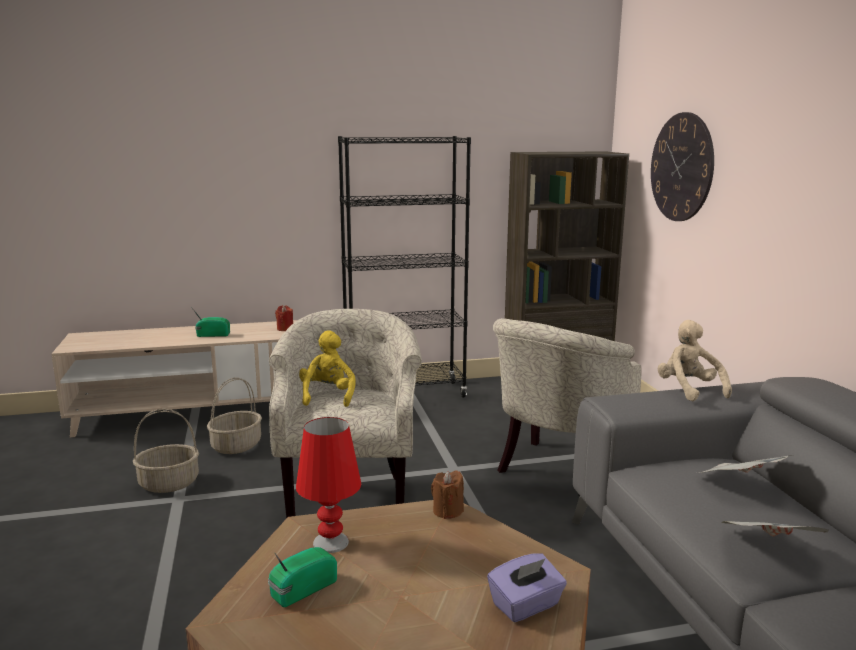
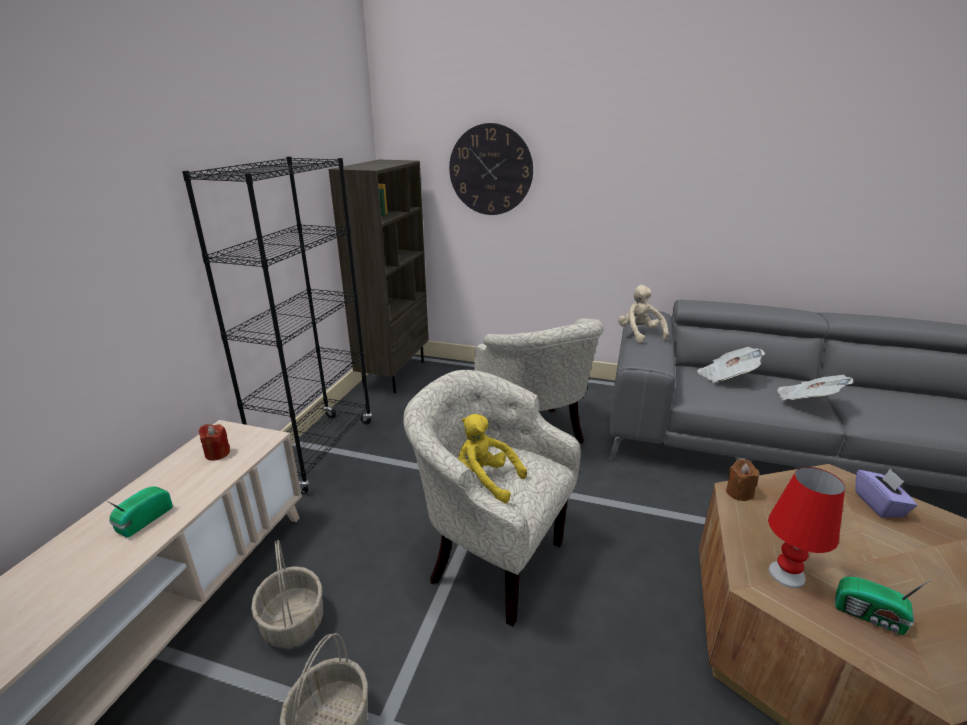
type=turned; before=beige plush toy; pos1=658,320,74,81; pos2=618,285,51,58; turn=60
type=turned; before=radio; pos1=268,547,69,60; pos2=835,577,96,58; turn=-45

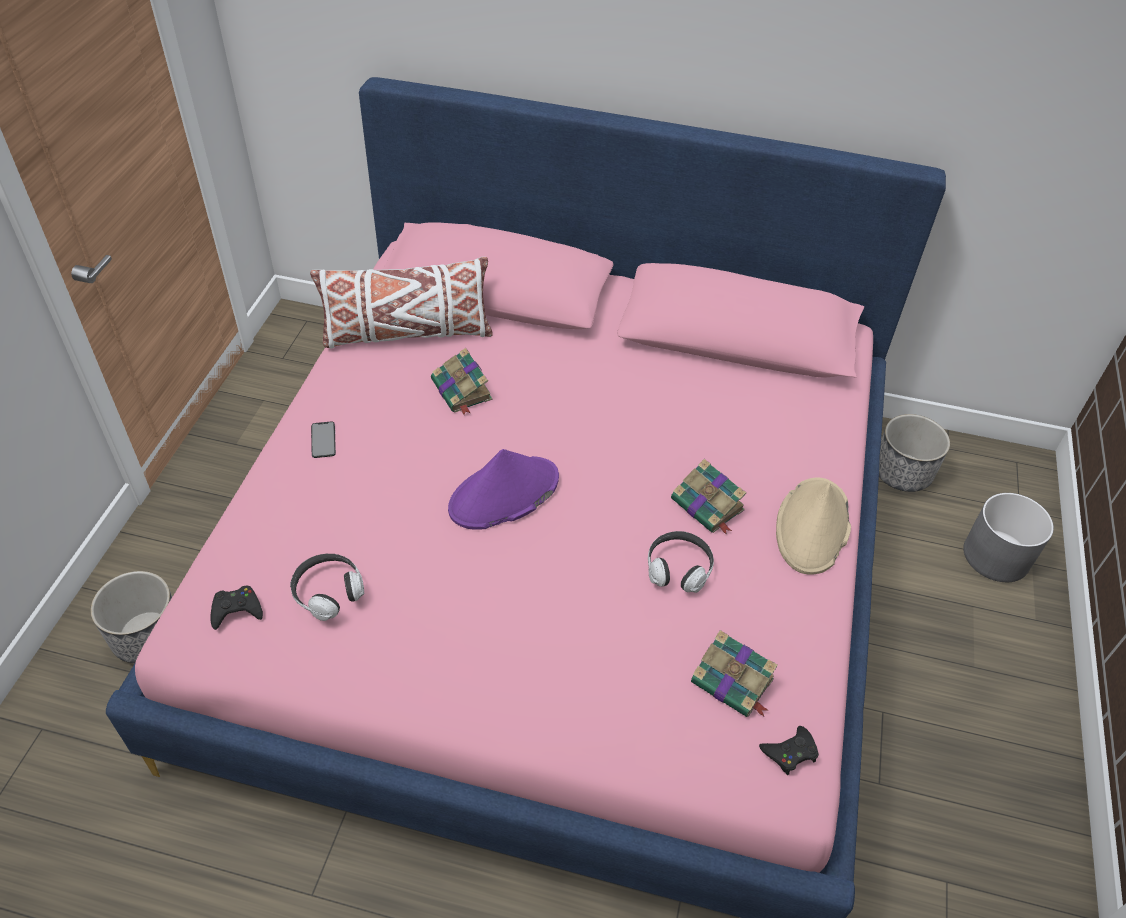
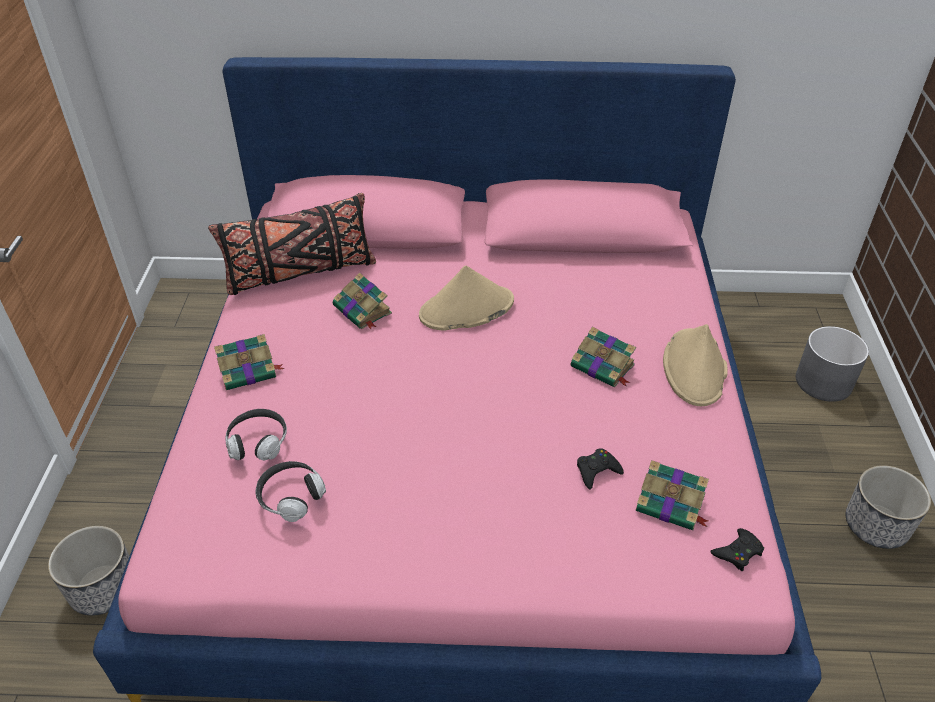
type=recoloured; before=white pillow; after=black pillow; pos1=310,257,183,92; pos2=208,193,168,102
type=moved; before=planter; pos1=879,414,71,78; pos2=846,465,85,84
type=replaced; before=phone; after=book; pos1=311,421,25,37; pos2=214,334,71,56
type=removed; before=purple hat; pos1=448,449,111,81
type=moved; before=headphones; pos1=648,531,66,62; pos2=226,409,61,51
type=moved; before=black game controller; pos1=211,586,52,44; pos2=577,449,47,41
type=added; after=beige hat; pos2=419,266,95,65

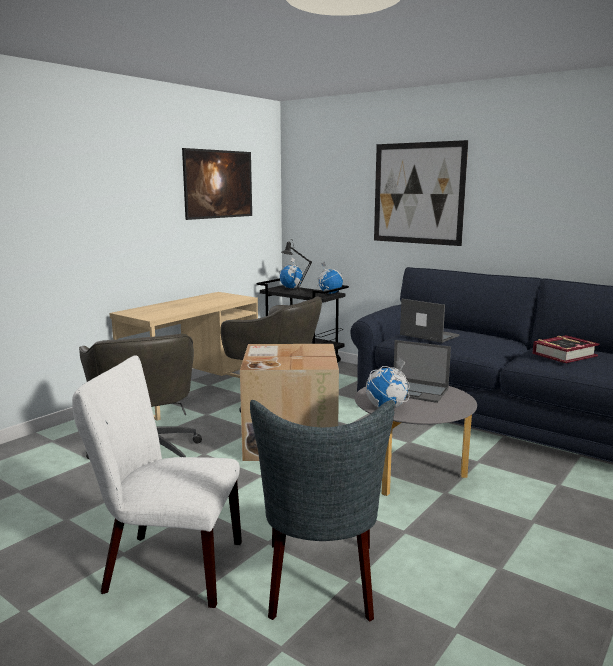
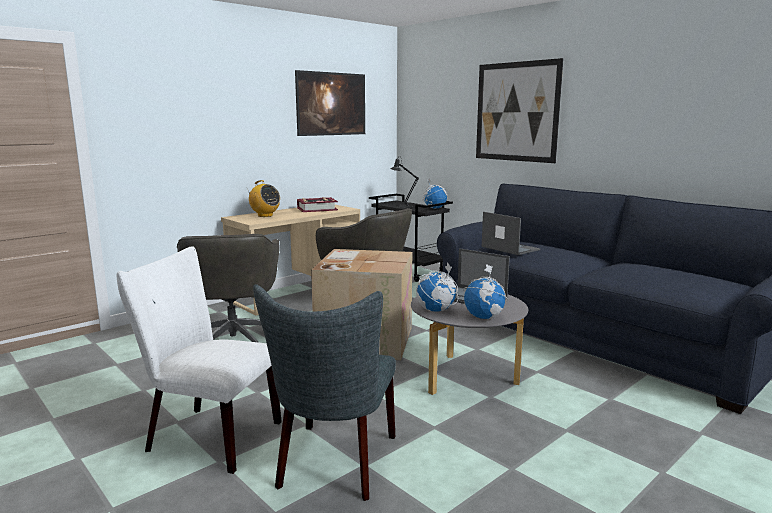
type=moved; before=globe; pos1=279,257,24,32; pos2=463,264,45,56
type=moved; before=book; pos1=533,335,66,28; pos2=297,197,41,15
type=added; after=radio; pos2=247,180,33,37

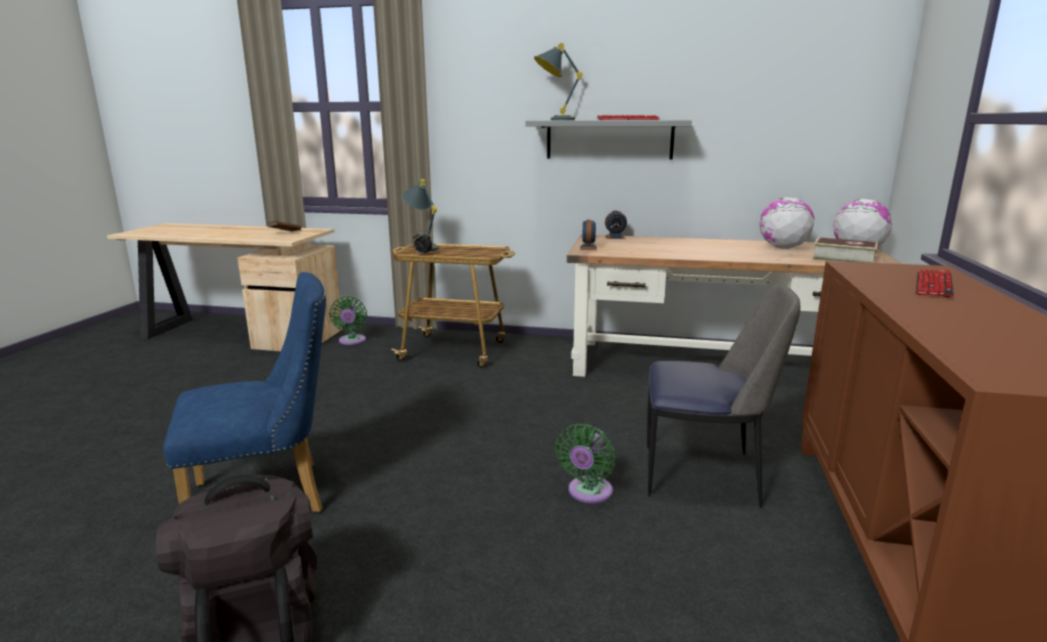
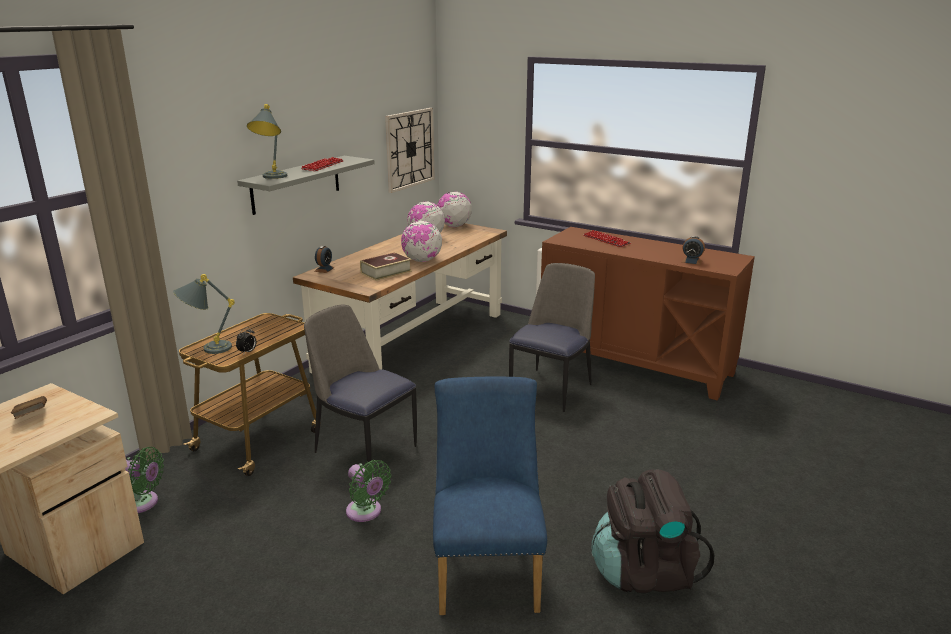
type=moved; before=alarm clock; pos1=580,219,17,31; pos2=681,236,24,29
type=moved; before=book; pos1=812,237,66,26; pos2=360,252,52,29
type=moved; before=green fan; pos1=555,424,61,79; pos2=346,460,46,62
type=added; after=wall clock; pos2=385,108,50,85
type=added; after=globe; pos2=401,221,41,41
type=added; after=chair; pos2=304,305,113,160

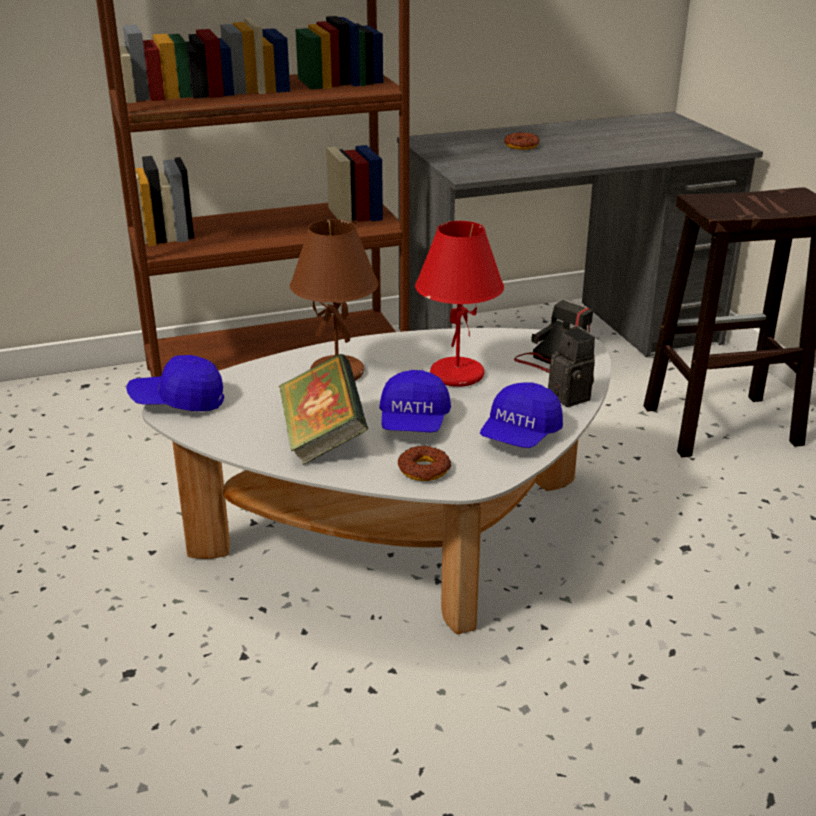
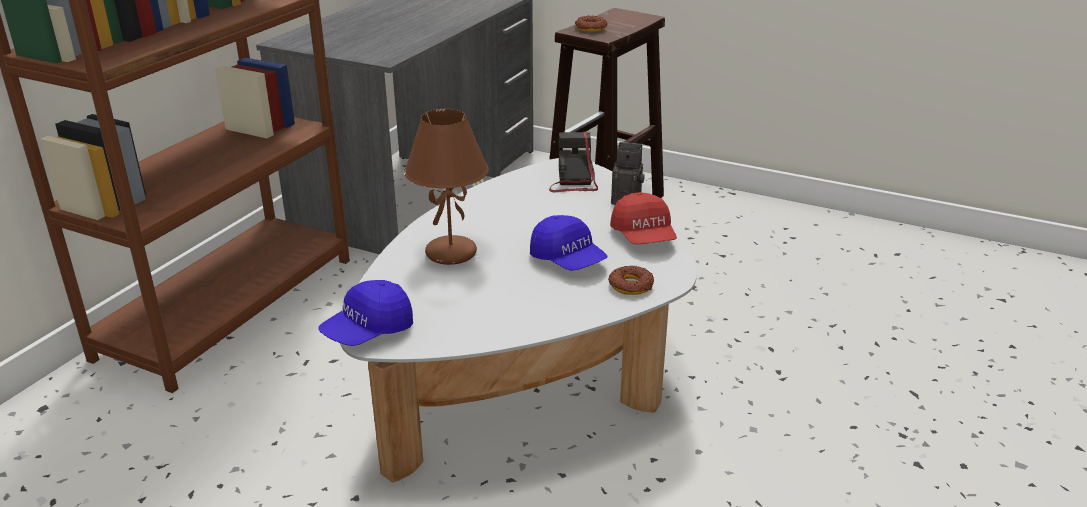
type=moved; before=donut; pos1=504,132,36,18; pos2=575,16,33,16
type=removed; before=red table lamp; pos1=415,221,89,166
type=removed; before=book; pos1=278,354,90,111
type=recoloured; before=blue cap; after=red cap; pos1=480,382,83,66; pos2=610,192,67,52

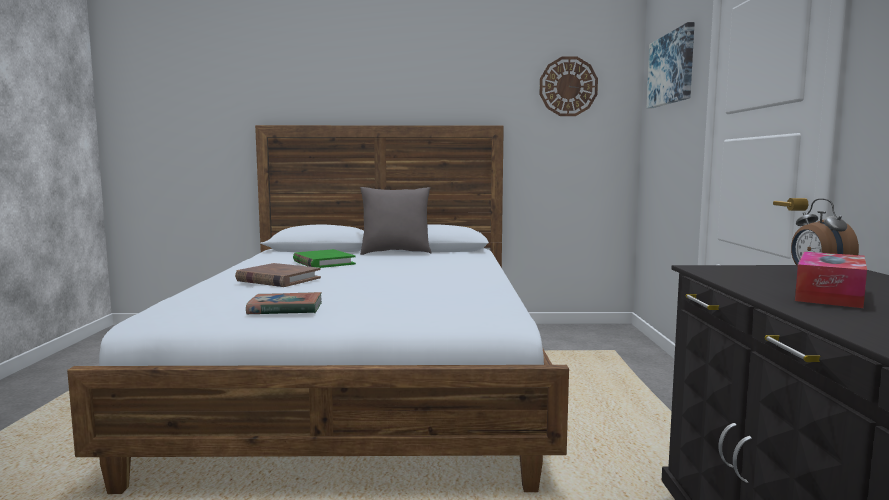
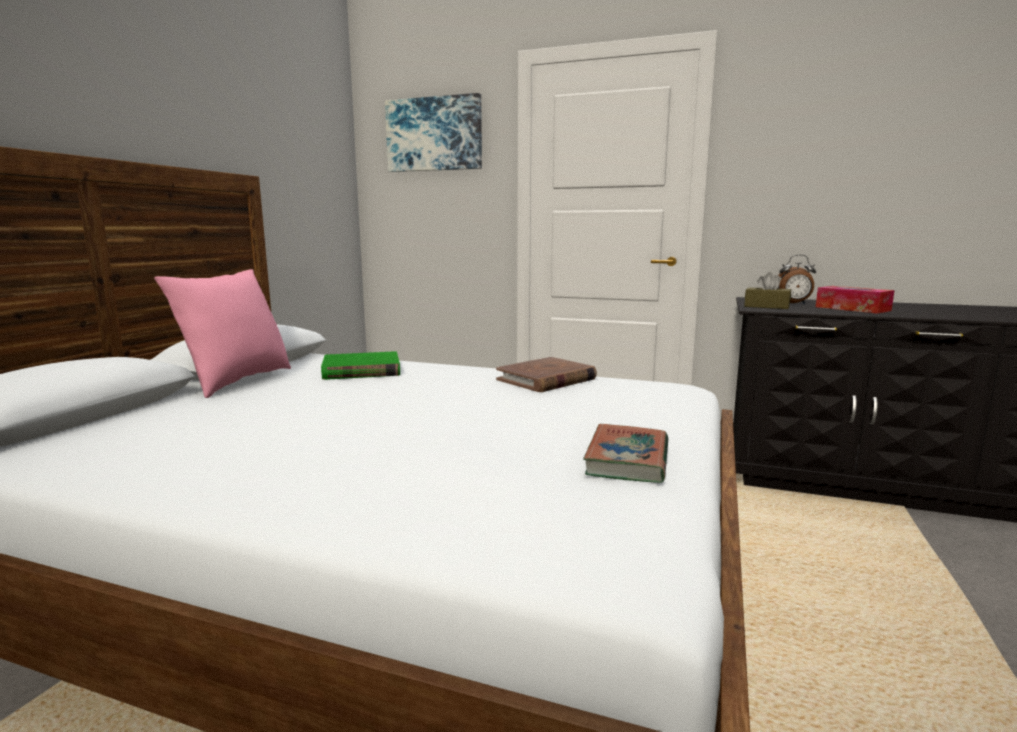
type=removed; before=wall clock; pos1=540,57,58,59
type=recoloured; before=grey pillow; after=pink pillow; pos1=360,187,71,68; pos2=154,269,137,129
type=moved; before=green book; pos1=293,249,63,19; pos2=321,351,79,29
type=moved; before=brown book; pos1=235,263,86,24; pos2=496,357,101,35
type=added; after=brown tissue box; pos2=744,272,47,37

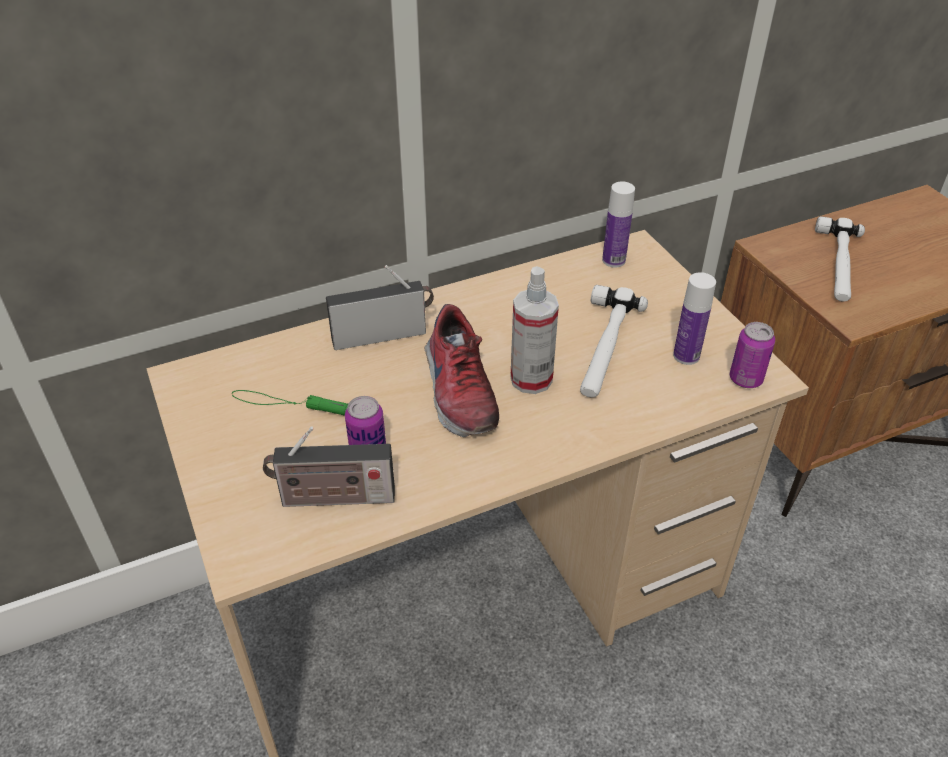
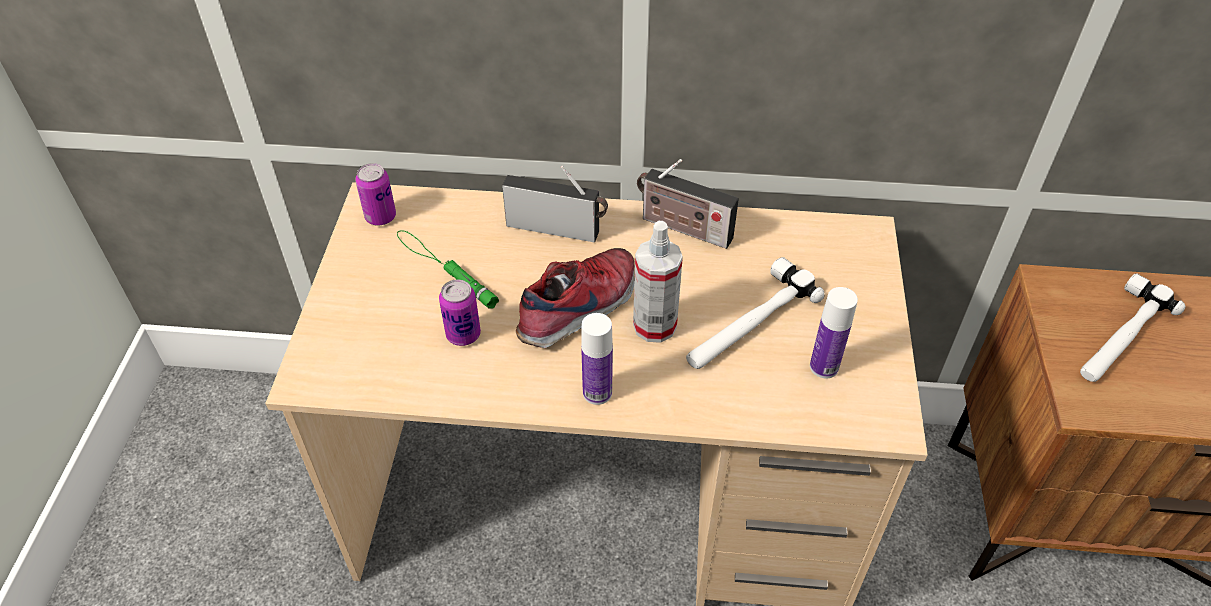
type=moved; before=bottle; pos1=602,181,33,87; pos2=581,313,32,92
type=turned; before=shoe; pos1=425,304,74,133; pos2=516,248,118,100; turn=-150
type=moved; before=can; pos1=730,322,45,66; pos2=355,163,41,63
type=moved; before=radio; pos1=263,426,132,81; pos2=637,159,102,90

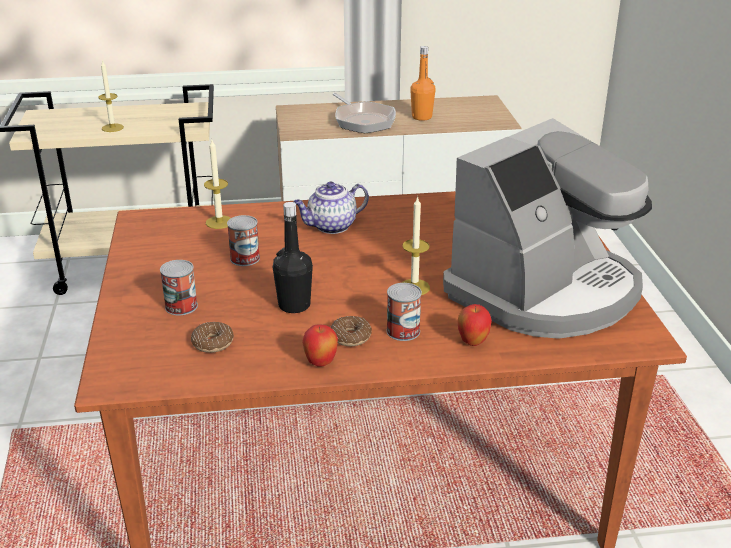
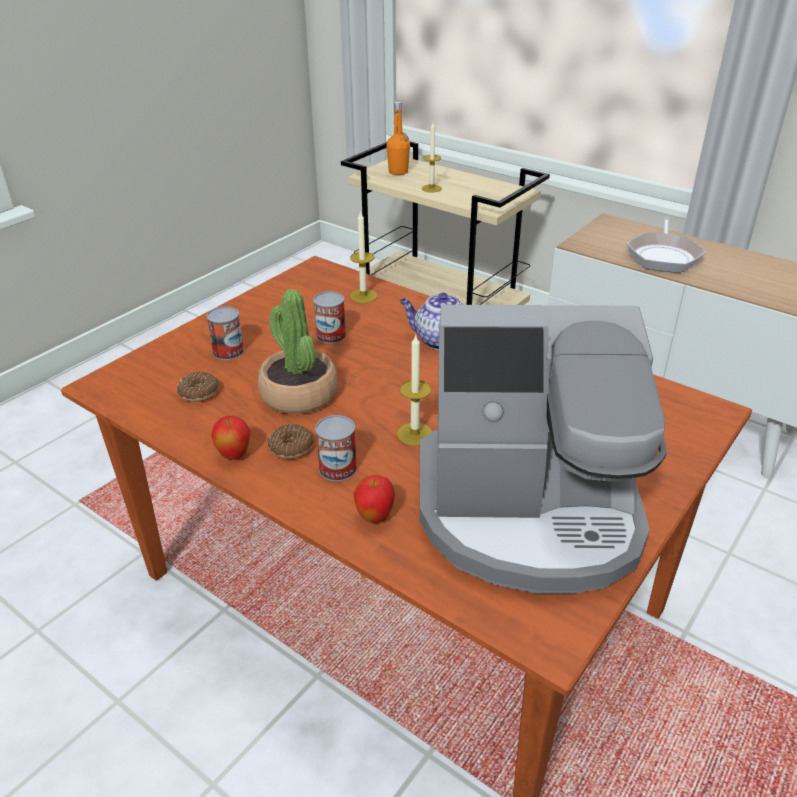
type=moved; before=orange bottle; pos1=410,46,25,75; pos2=386,102,24,73
type=replaced; before=black bottle; after=potted plant; pos1=273,202,40,111; pos2=258,289,80,125

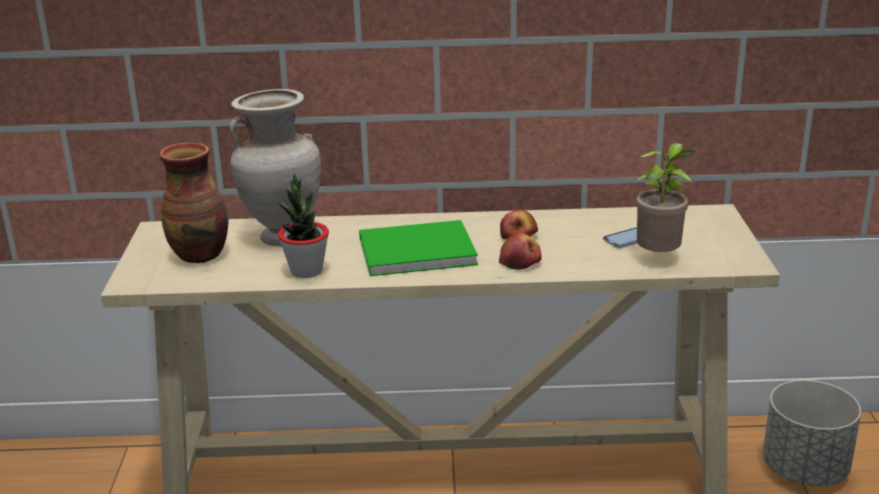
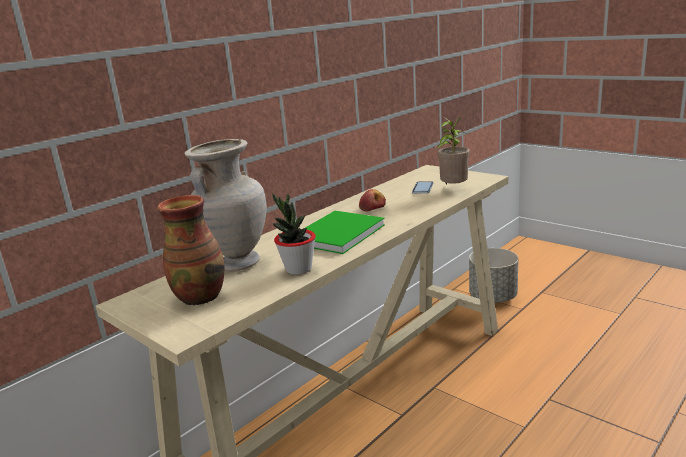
type=removed; before=apple; pos1=499,234,43,36

